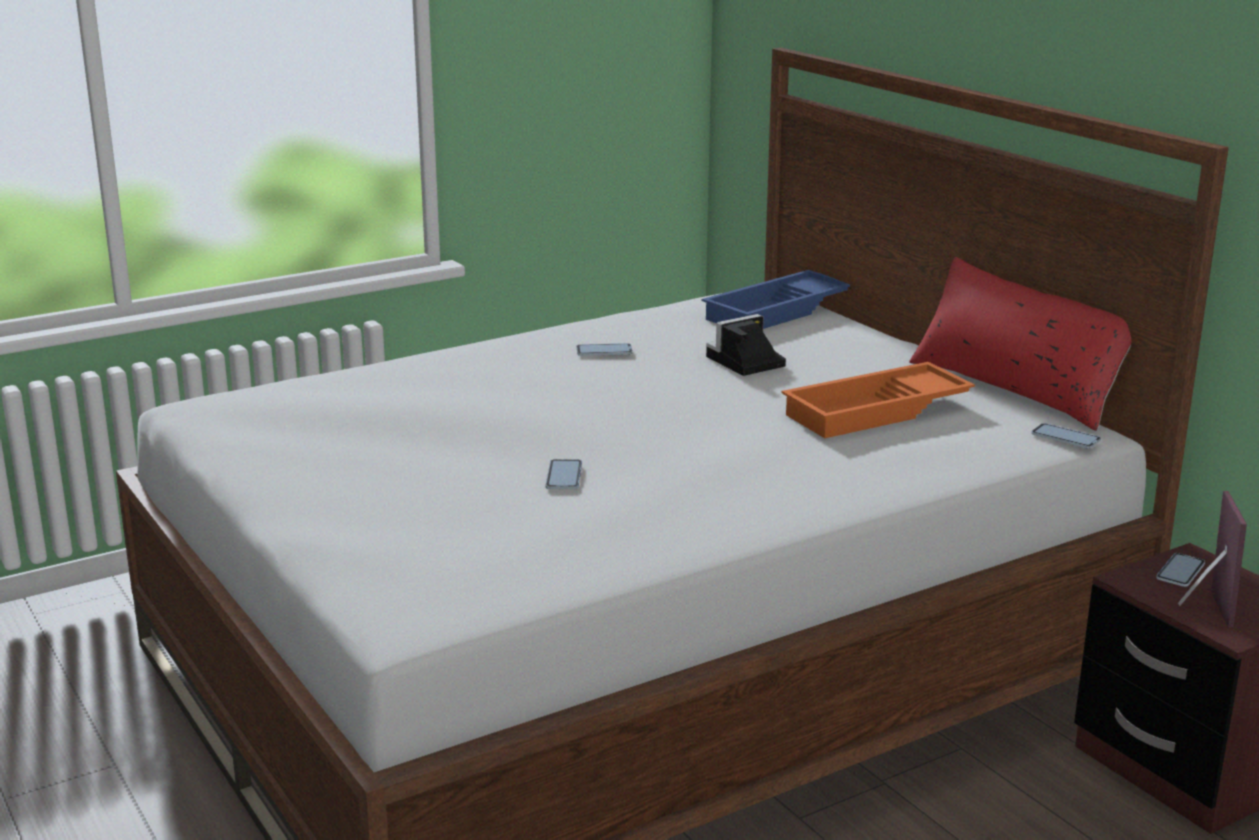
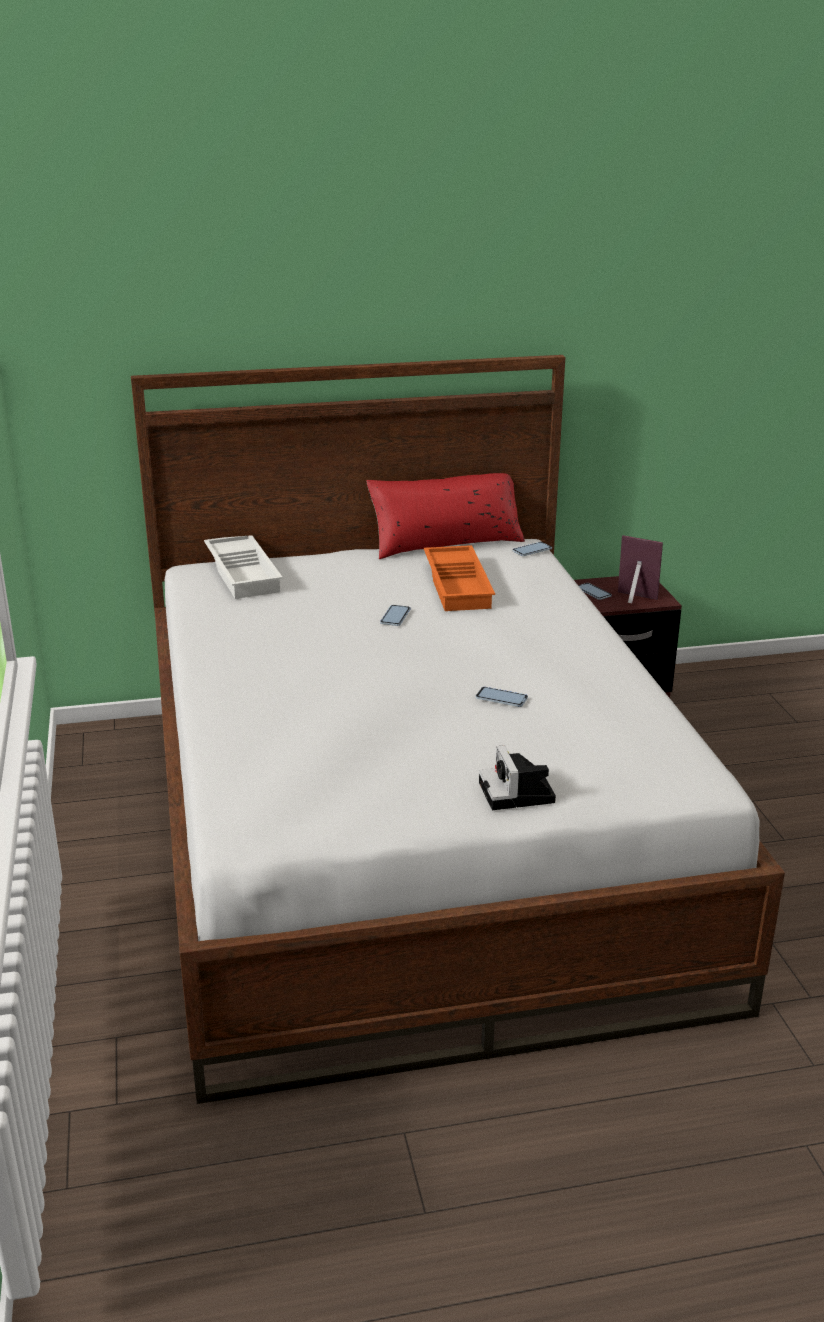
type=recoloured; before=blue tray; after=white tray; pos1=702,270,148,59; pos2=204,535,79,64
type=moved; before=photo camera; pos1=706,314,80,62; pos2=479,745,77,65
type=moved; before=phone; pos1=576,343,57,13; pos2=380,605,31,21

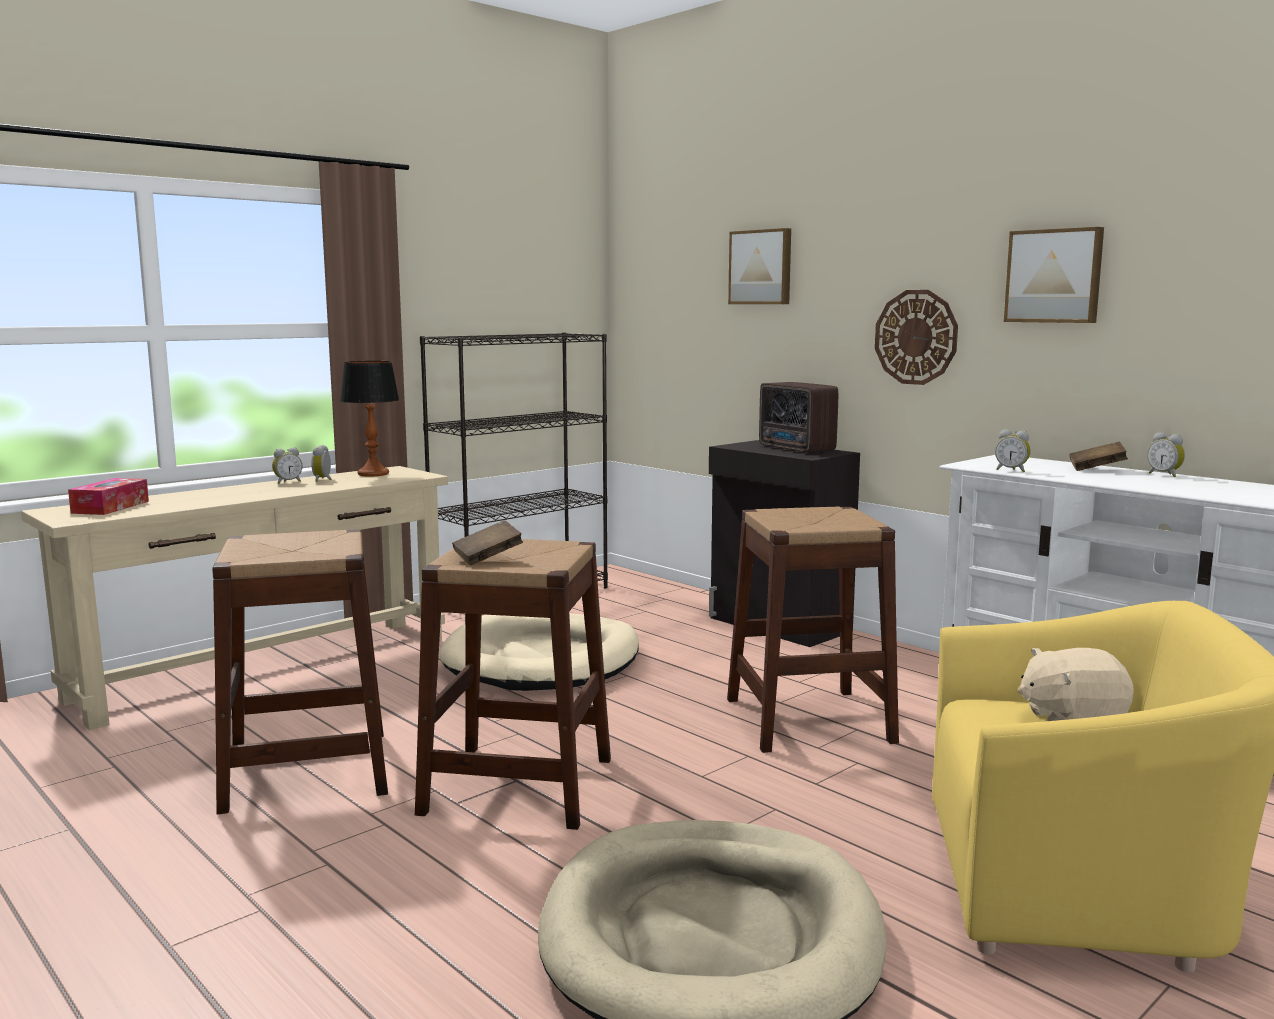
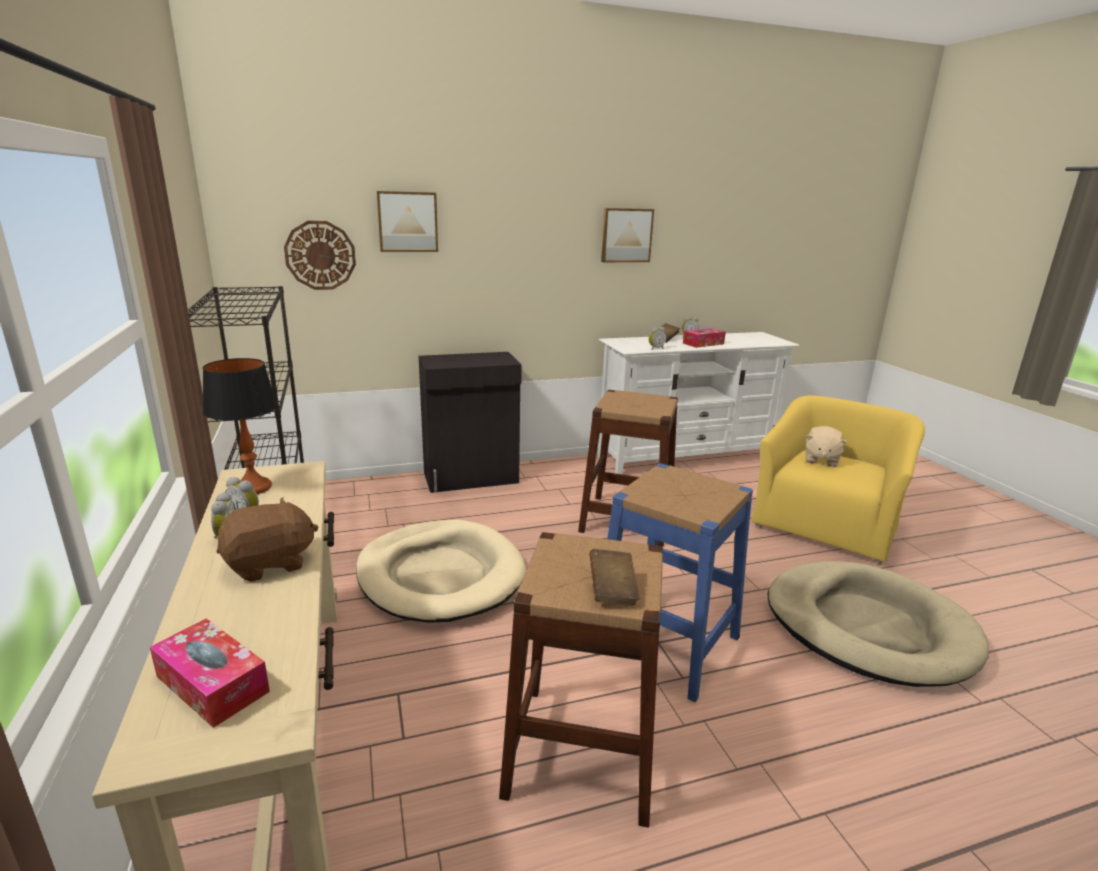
type=moved; before=wall clock; pos1=875,290,83,95; pos2=284,221,72,69
type=removed; before=radio; pos1=759,382,79,71
type=moved; before=brown book; pos1=452,520,71,45; pos2=589,549,51,57
type=recoloured; before=brown stool; after=blue stool; pos1=415,539,196,291; pos2=607,463,146,239
type=added; after=tissue box; pos2=683,328,43,20
type=added; after=brown plush toy; pos2=217,497,102,85

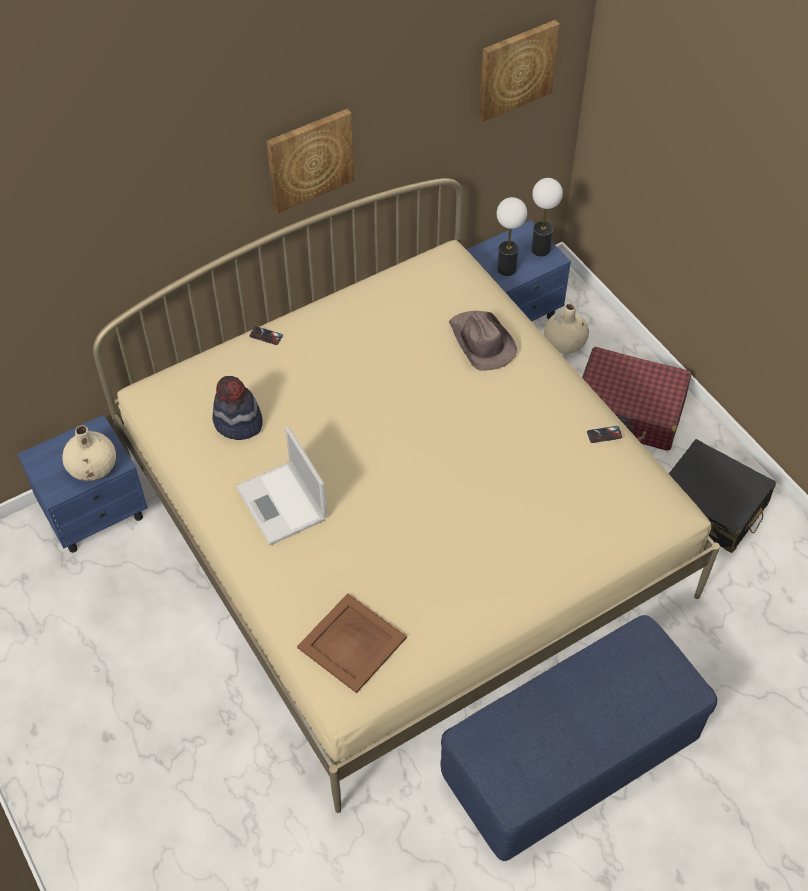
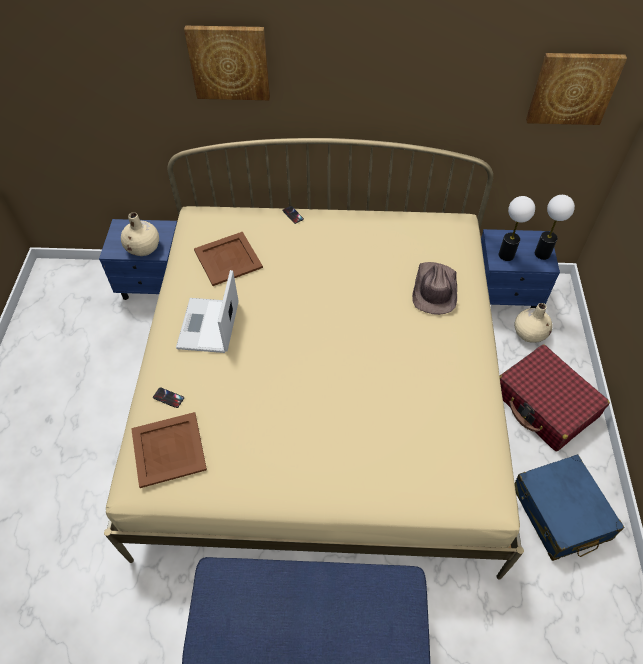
type=moved; before=picture; pos1=267,109,87,104; pos2=184,26,86,74
type=replaced; before=hat; after=brown tray; pos1=212,376,51,64; pos2=194,232,69,54
type=moved; before=phone; pos1=587,426,35,17; pos2=153,387,31,21
type=recoloured; before=black suitcase; after=blue suitcase; pos1=669,439,107,114; pos2=515,454,109,107

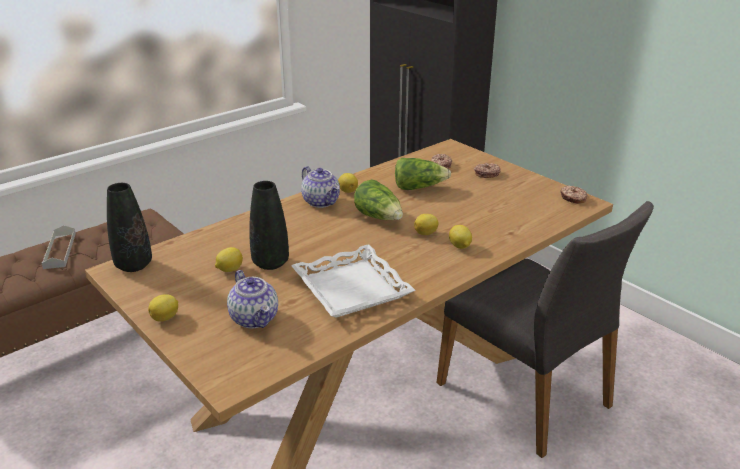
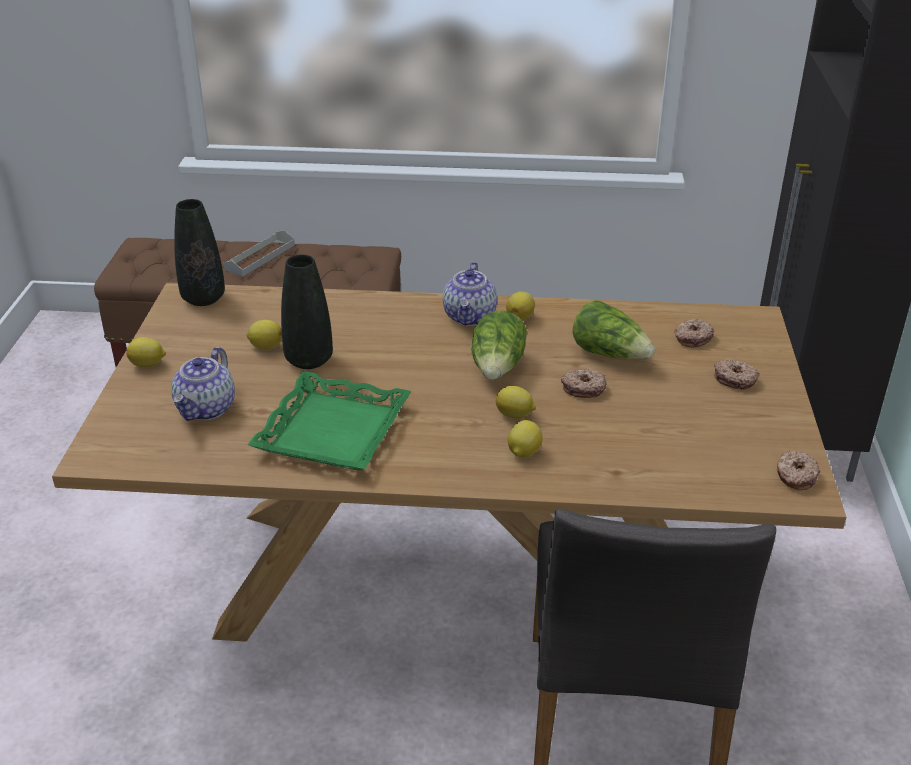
type=recoloured; before=white tray; after=green tray; pos1=291,244,124,74; pos2=247,371,165,99
type=added; after=donut; pos2=561,369,46,29

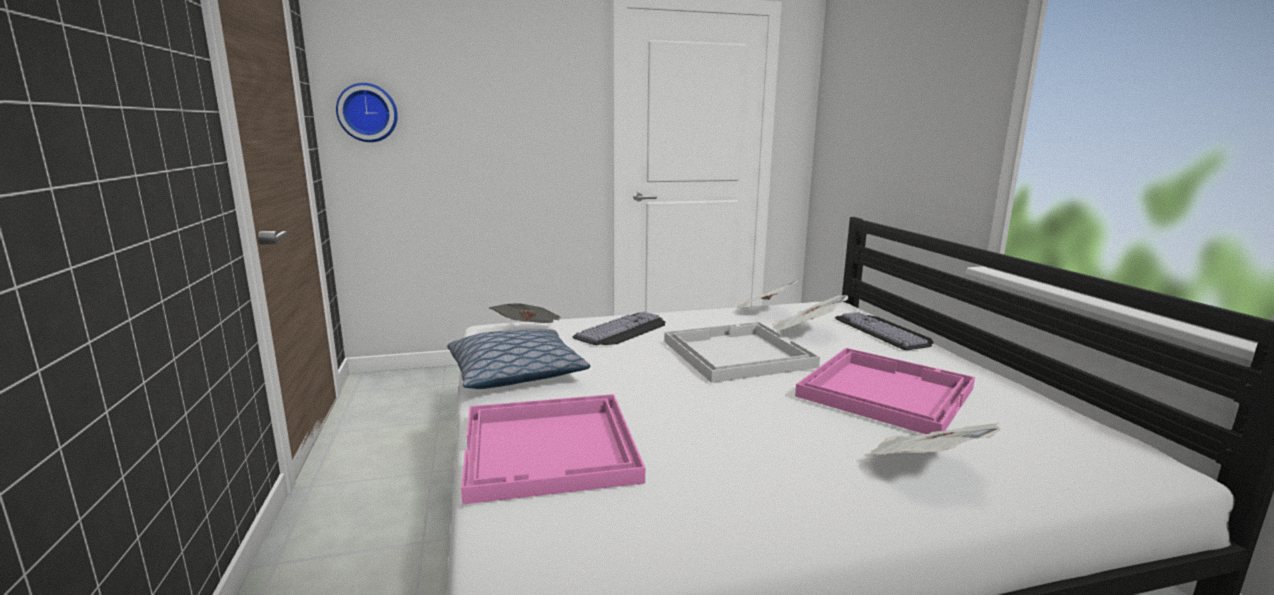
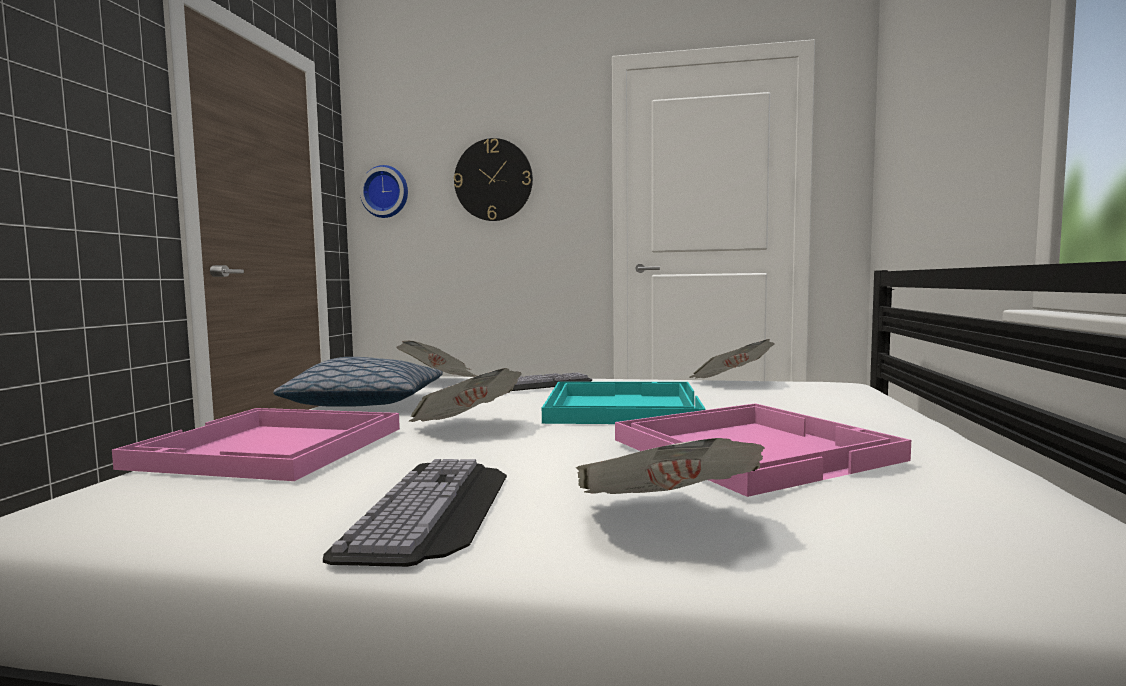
type=moved; before=newspaper; pos1=772,295,76,37; pos2=409,368,113,54
type=moved; before=keyboard; pos1=835,312,99,38; pos2=323,459,184,108
type=recoloured; before=white tray; after=turquoise tray; pos1=664,322,156,61; pos2=542,382,164,42
type=added; after=wall clock; pos2=454,138,79,83

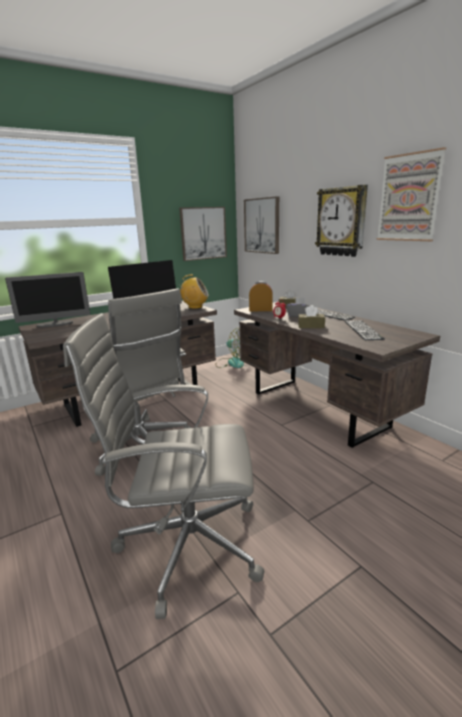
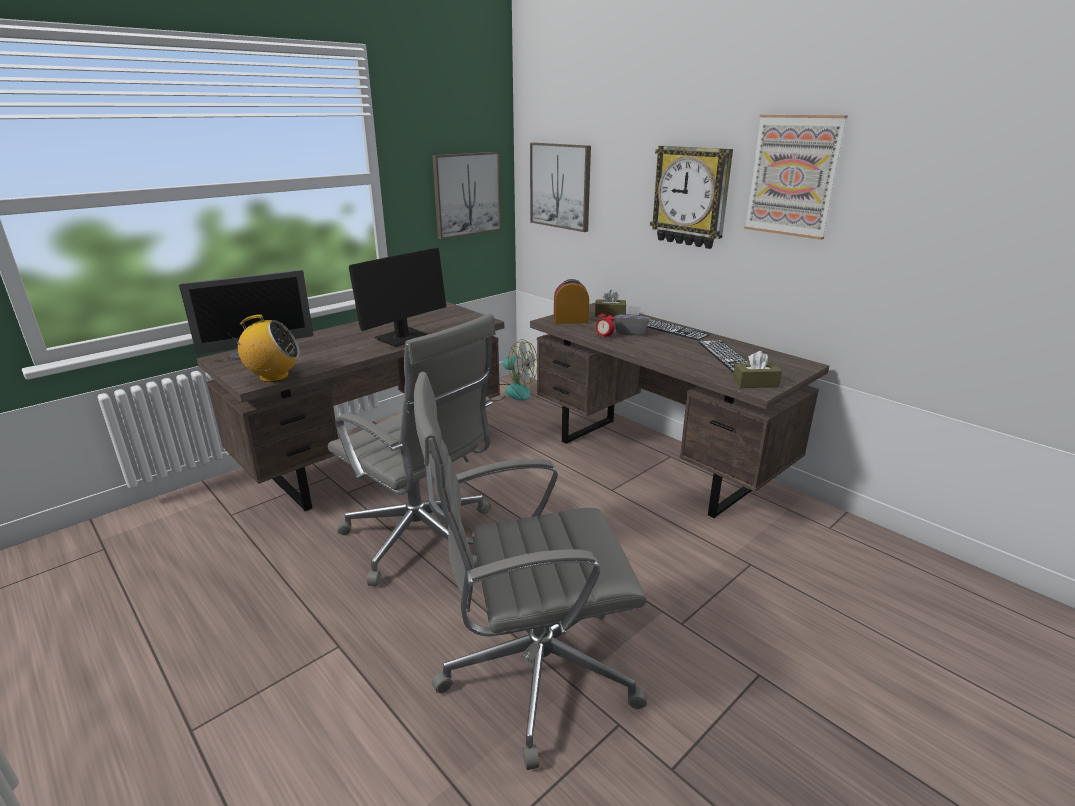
type=moved; before=radio; pos1=178,274,31,35; pos2=229,315,71,67
type=moved; before=brown tissue box; pos1=298,305,27,23; pos2=733,351,49,37

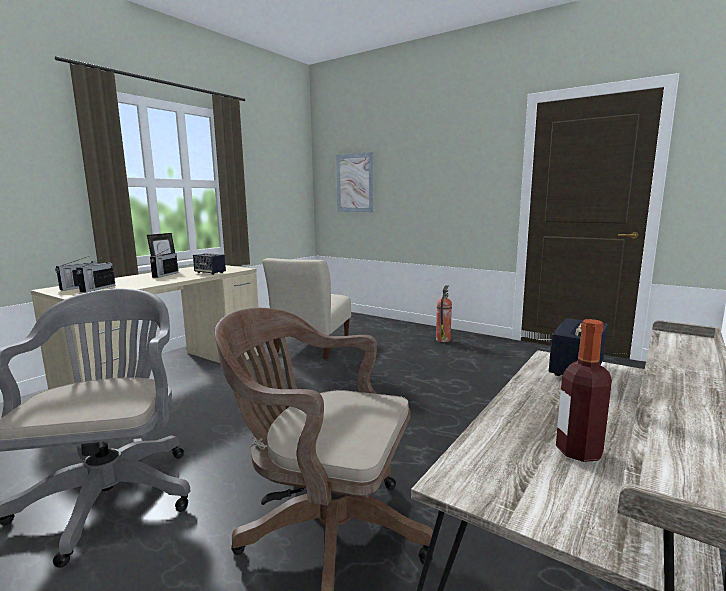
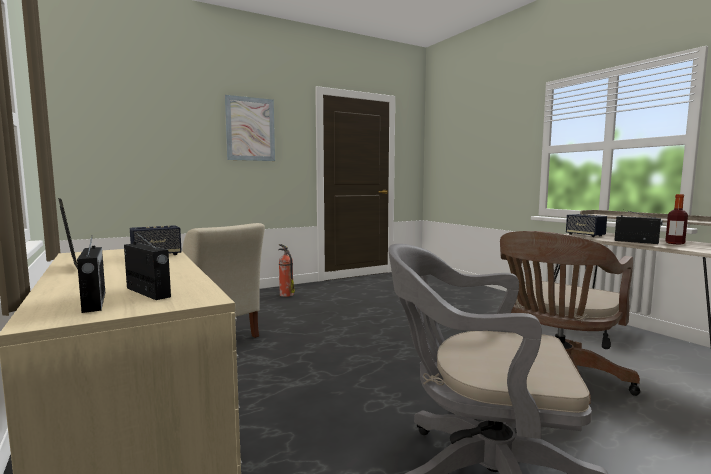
type=moved; before=picture; pos1=336,152,38,60; pos2=225,95,50,66
type=moved; before=radio; pos1=150,249,28,29; pos2=614,210,49,34

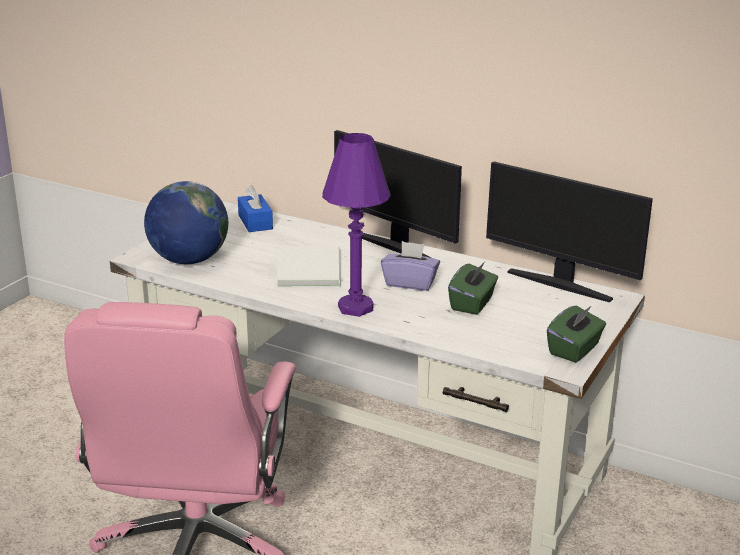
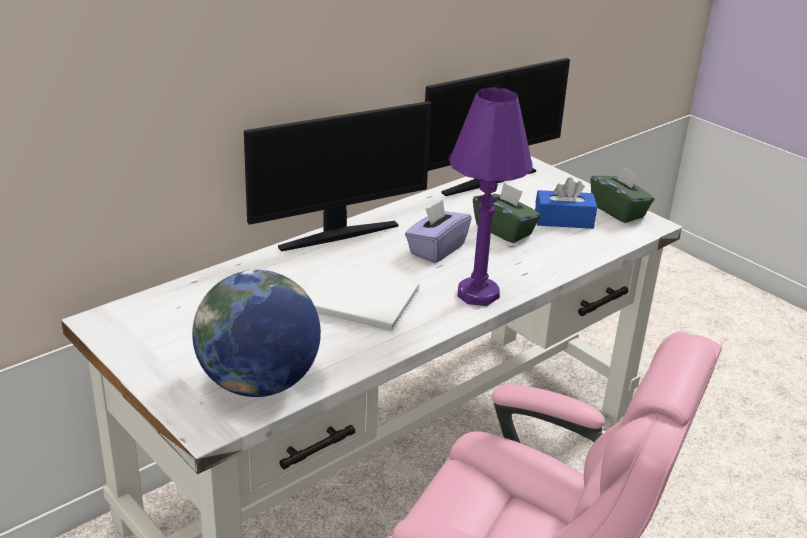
type=moved; before=blue tissue box; pos1=238,185,35,47; pos2=535,177,62,52

